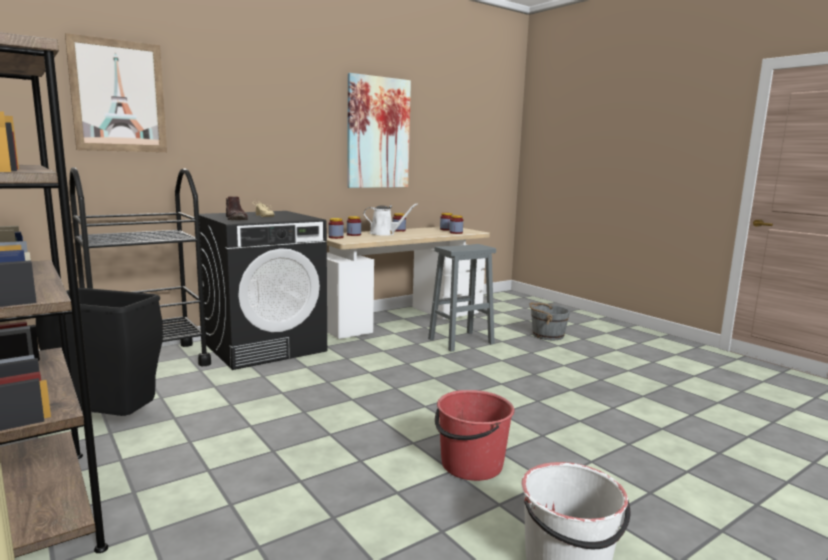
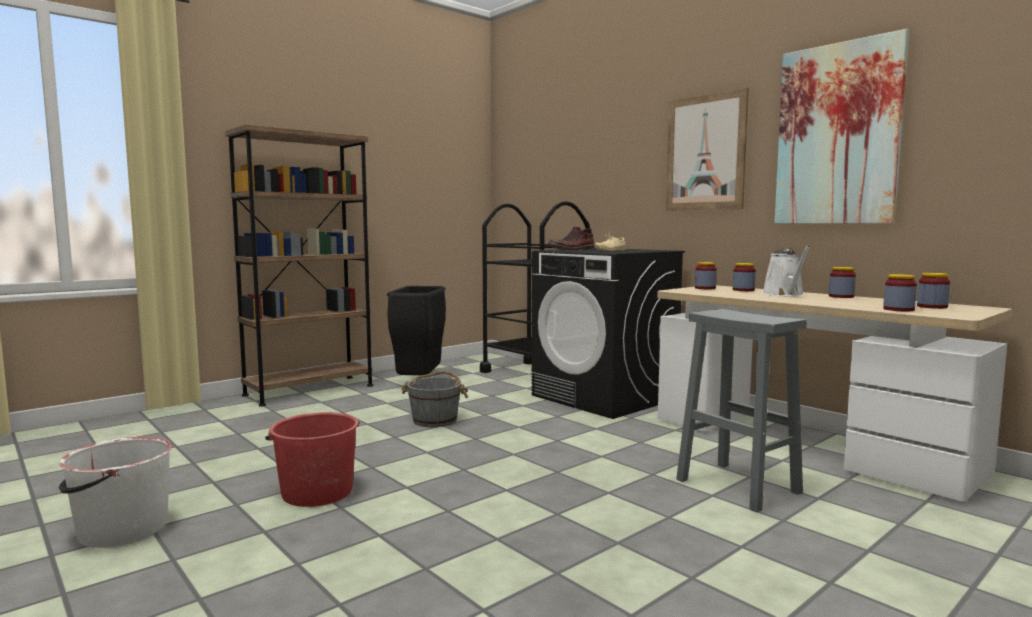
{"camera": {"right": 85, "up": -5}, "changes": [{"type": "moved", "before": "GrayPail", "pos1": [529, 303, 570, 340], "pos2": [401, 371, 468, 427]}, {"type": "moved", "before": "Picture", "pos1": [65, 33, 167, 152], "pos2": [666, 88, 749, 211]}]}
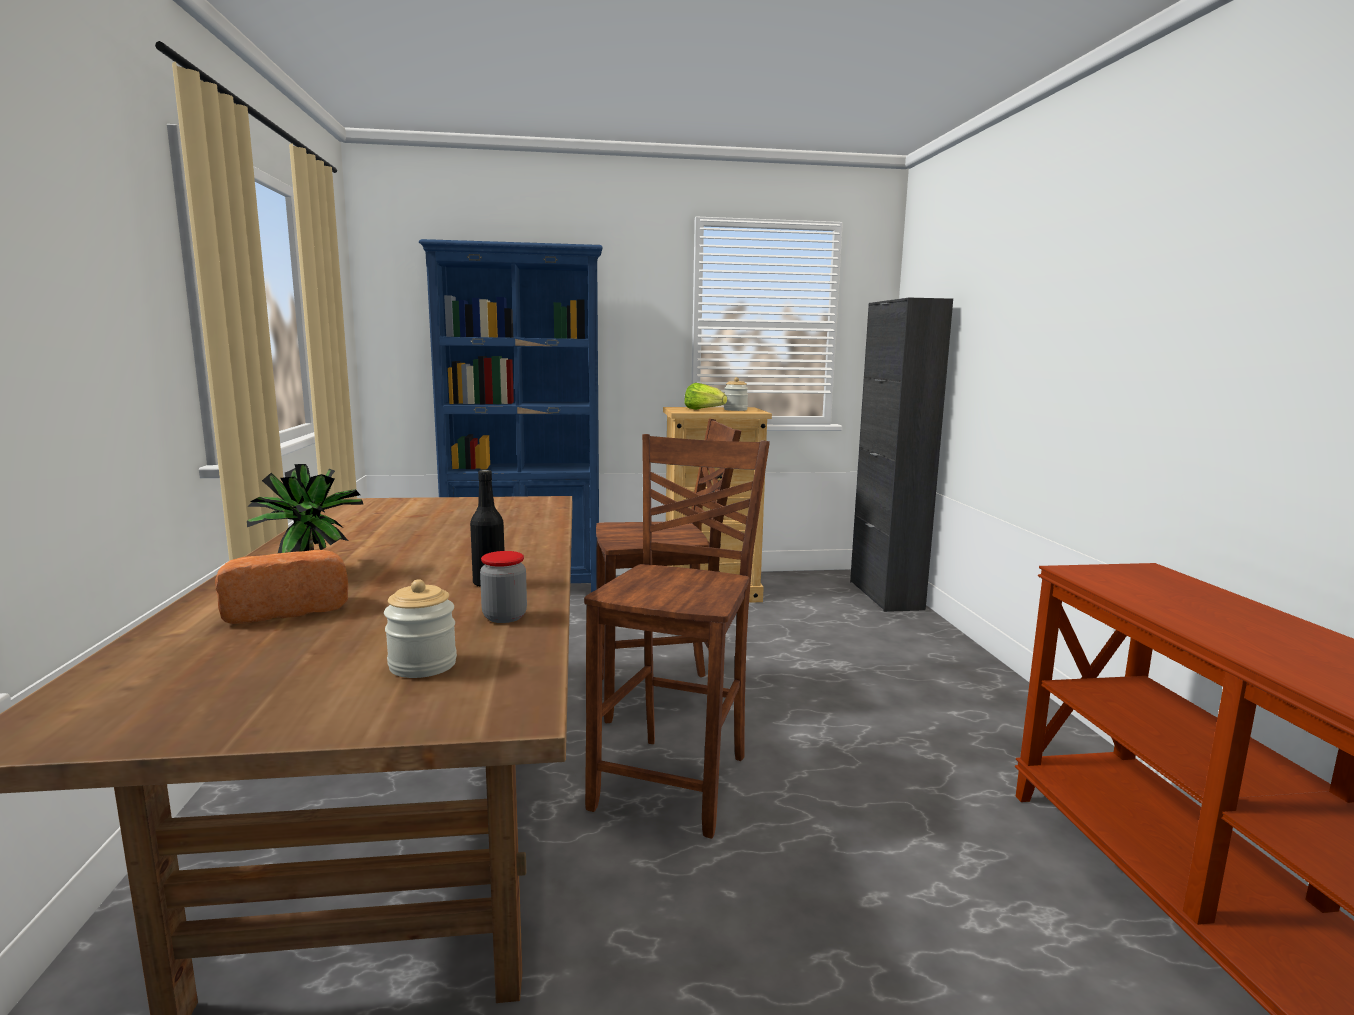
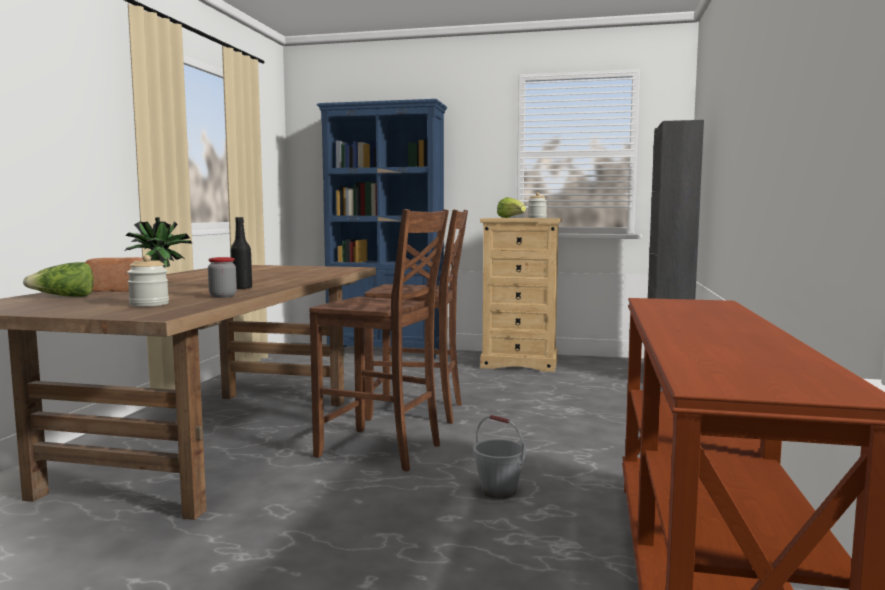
{"camera": {"right": 20, "up": -5}, "changes": [{"type": "added", "after": "HeadOfLettuce", "pos2": [23, 262, 94, 297]}, {"type": "turned", "before": "BrownishPlainChair", "pos1": [584, 434, 770, 839], "pos2": [309, 209, 449, 472], "turn": 75}, {"type": "added", "after": "GrayPail", "pos2": [473, 415, 526, 499]}]}
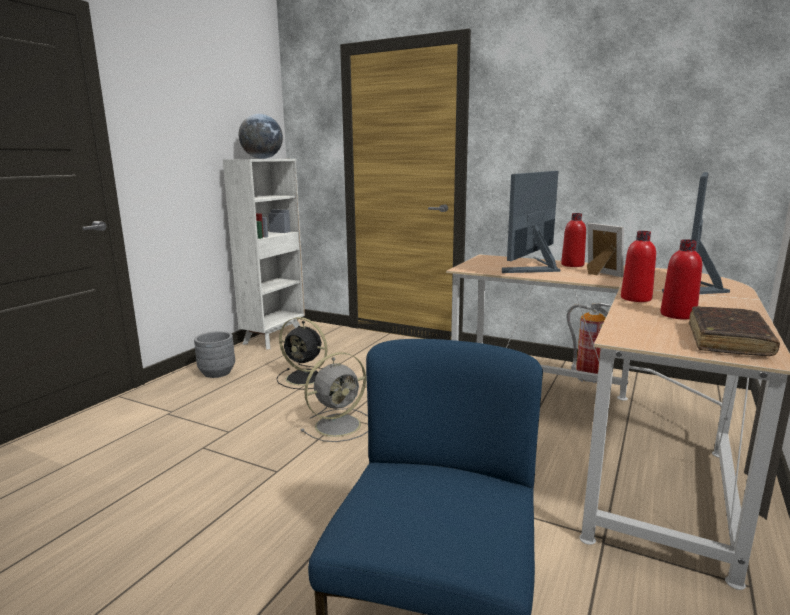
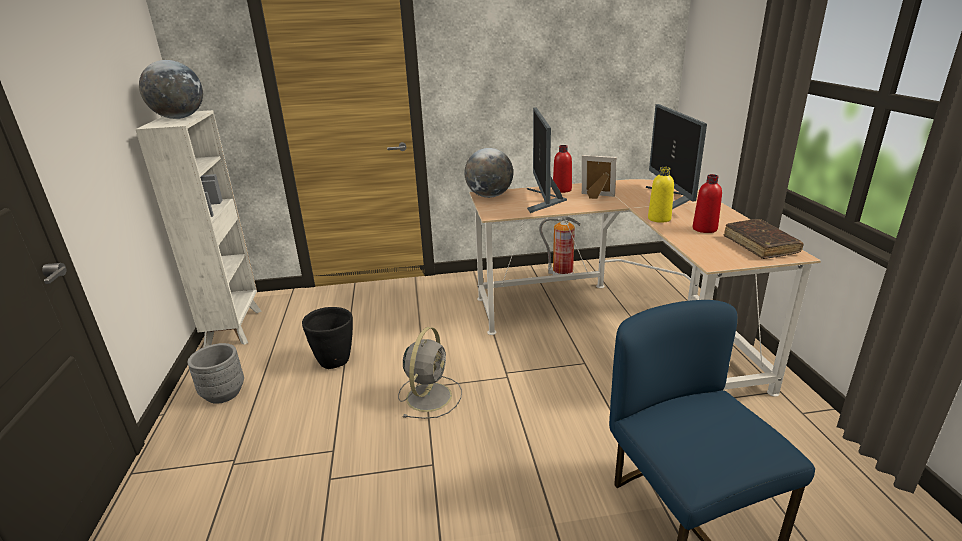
{"camera": {"right": -35, "up": 10}, "changes": [{"type": "replaced", "before": "BlackishElectricFan", "after": "BlackishPlanter", "pos1": [276, 317, 327, 390], "pos2": [302, 307, 353, 369]}, {"type": "added", "after": "WorldGlobe", "pos2": [464, 148, 513, 198]}, {"type": "recoloured", "before": "RedBottle", "after": "YellowColouredBottle", "pos1": [621, 231, 656, 302], "pos2": [648, 167, 674, 223]}]}
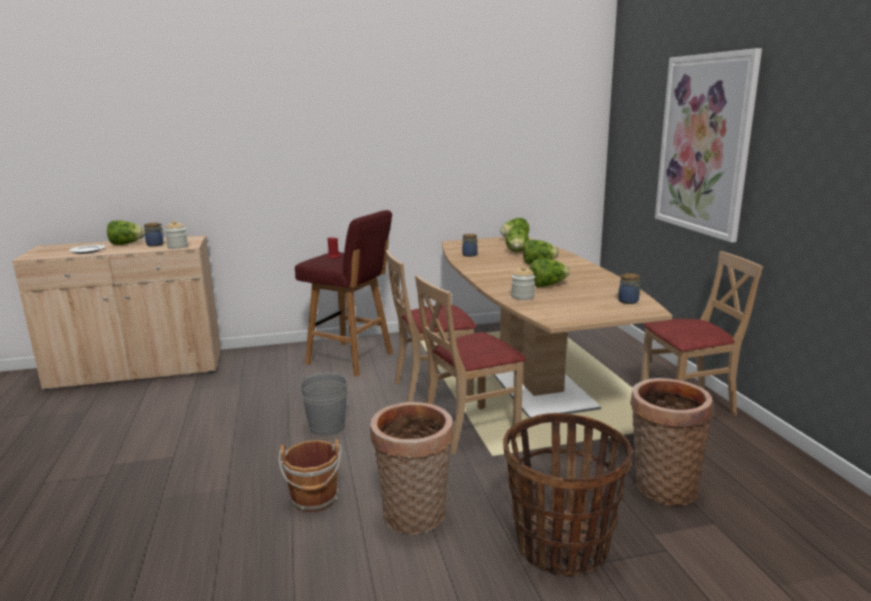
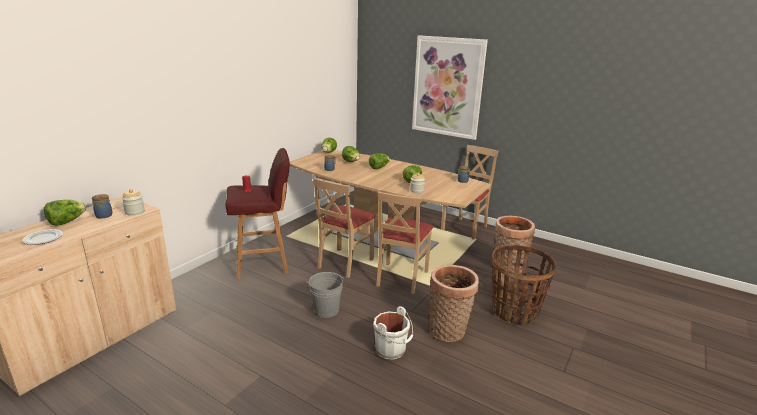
{"camera": {"right": -45, "up": 5}, "changes": [{"type": "recoloured", "before": "BrownishPail", "after": "WhiteColouredPail", "pos1": [279, 439, 342, 512], "pos2": [373, 306, 413, 359]}]}
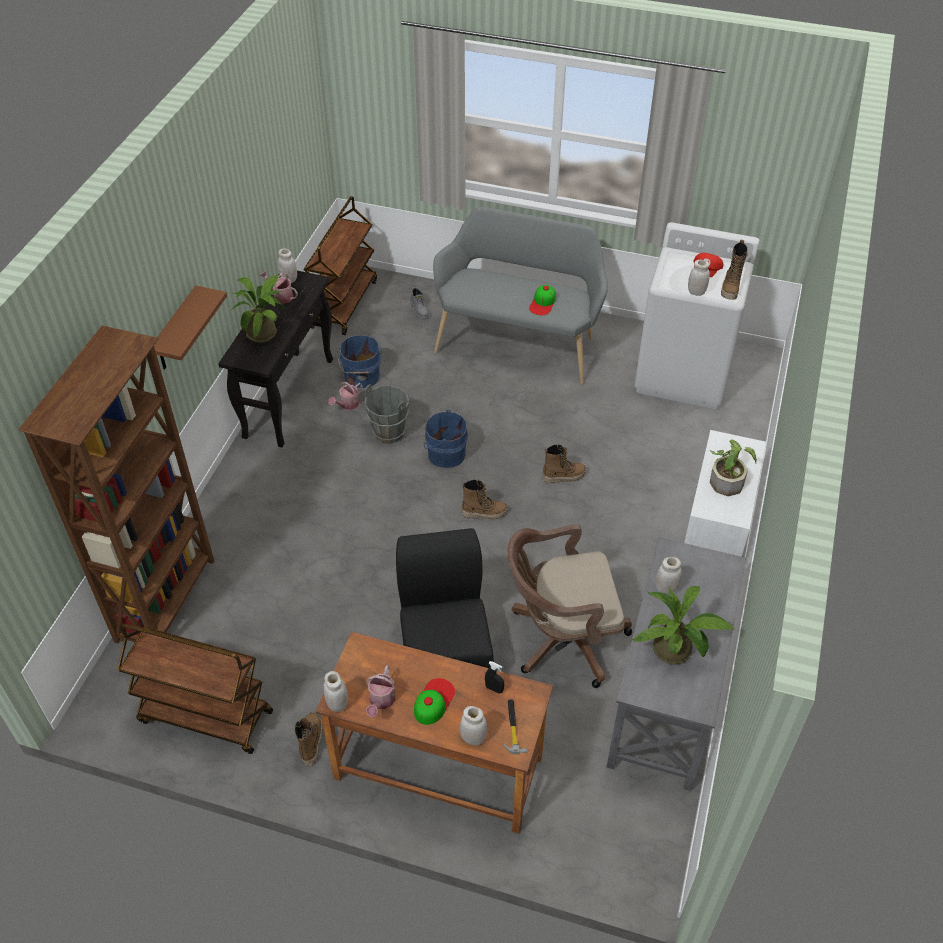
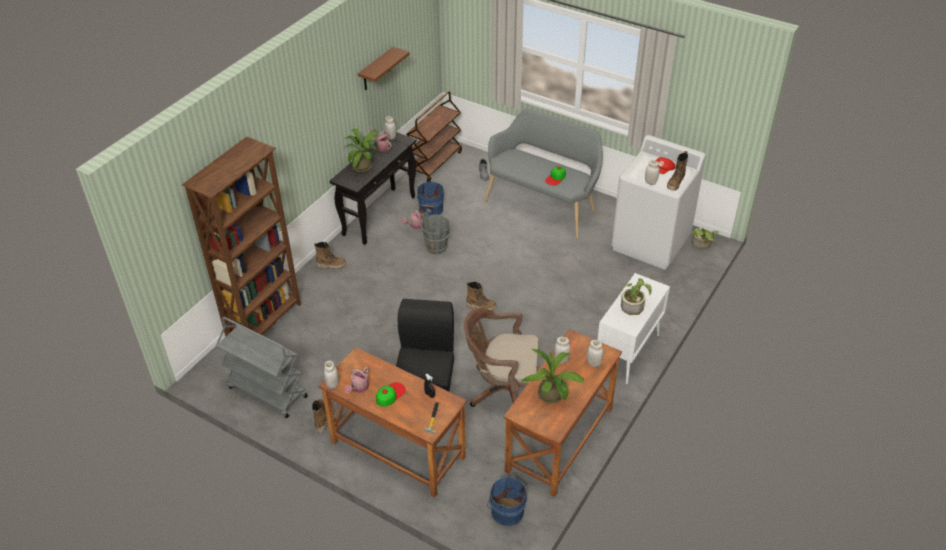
{"camera": {"right": 15, "up": -5}, "changes": [{"type": "recoloured", "before": "BrownishCart", "after": "GrayCart", "pos1": [117, 624, 273, 754], "pos2": [216, 317, 308, 418]}, {"type": "moved", "before": "TallBoot", "pos1": [543, 444, 586, 484], "pos2": [314, 242, 346, 270]}, {"type": "moved", "before": "BrownishBracketShelf", "pos1": [154, 286, 227, 369], "pos2": [358, 47, 410, 90]}, {"type": "moved", "before": "BlueColouredPail", "pos1": [424, 409, 468, 468], "pos2": [487, 476, 527, 526]}, {"type": "recoloured", "before": "GrayDeskTable", "after": "BrownishDeskTable", "pos1": [606, 537, 746, 791], "pos2": [503, 329, 622, 497]}, {"type": "moved", "before": "WhiteColouredJar", "pos1": [460, 706, 487, 745], "pos2": [587, 340, 603, 367]}, {"type": "added", "after": "Houseplant", "pos2": [691, 228, 719, 250]}]}
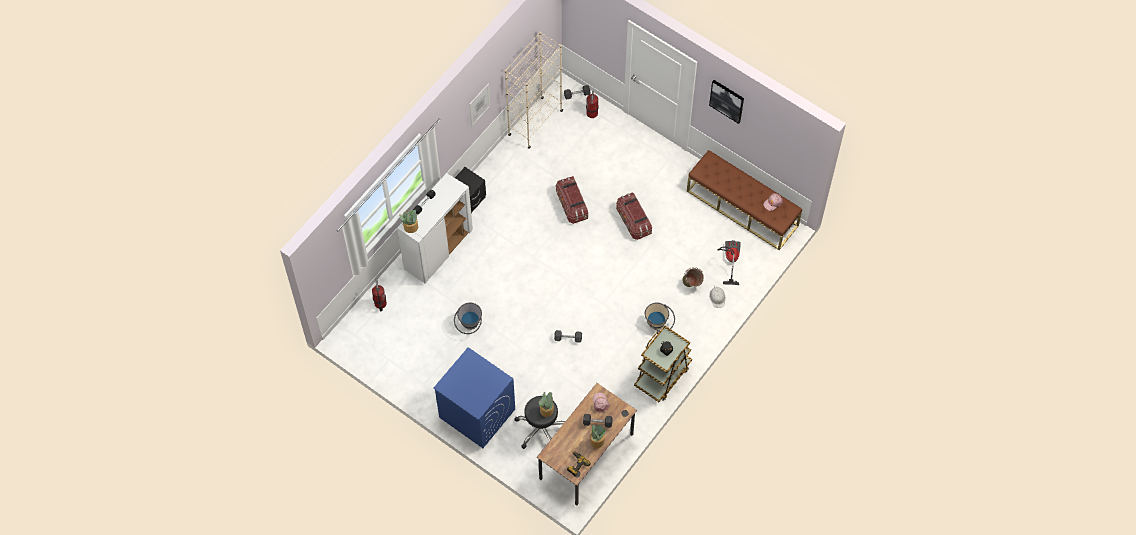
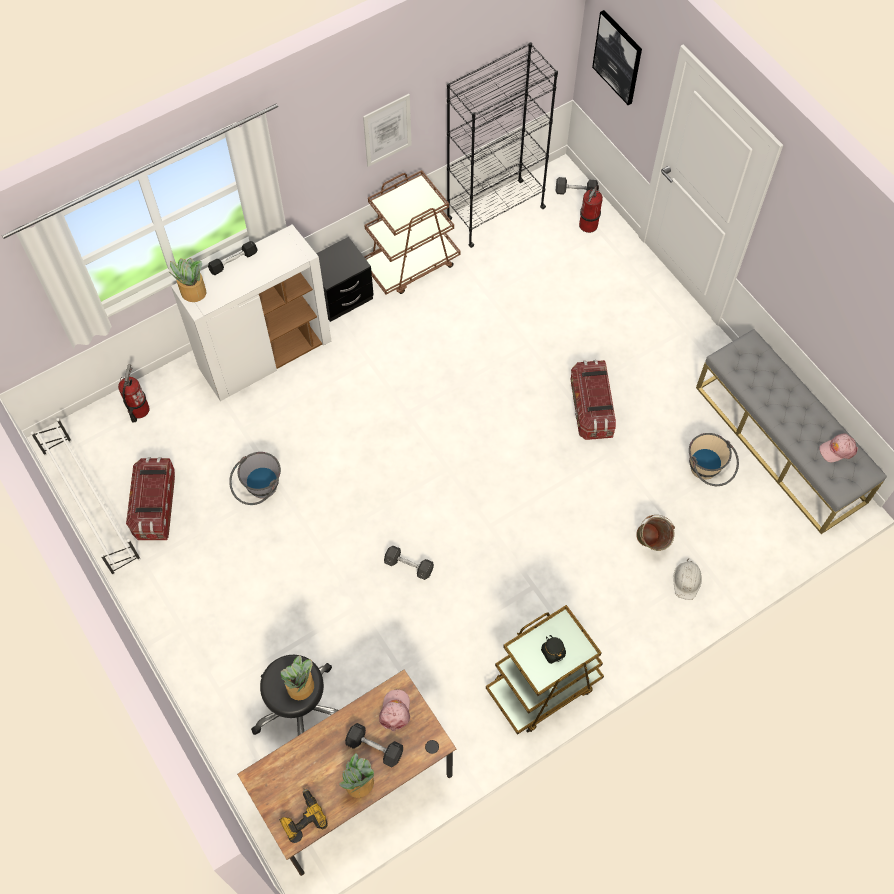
{"camera": {"right": 20, "up": 0}, "changes": [{"type": "added", "after": "WhiteColouredShoeShelf", "pos2": [31, 418, 141, 575]}, {"type": "moved", "before": "StorageBox", "pos1": [556, 176, 588, 224], "pos2": [126, 457, 175, 540]}, {"type": "added", "after": "BrownishCart", "pos2": [364, 170, 461, 295]}, {"type": "recoloured", "before": "SandColouredBookshelf", "after": "BlackishBookshelf", "pos1": [505, 32, 563, 149], "pos2": [447, 42, 558, 248]}, {"type": "moved", "before": "Picture", "pos1": [709, 80, 744, 124], "pos2": [592, 10, 642, 105]}, {"type": "moved", "before": "SandColouredPail", "pos1": [645, 303, 675, 332], "pos2": [689, 433, 739, 486]}, {"type": "recoloured", "before": "BrownishLongSeat", "after": "GrayLongSeat", "pos1": [687, 150, 802, 250], "pos2": [696, 329, 887, 534]}, {"type": "removed", "before": "BlueColouredWashingMachine", "pos1": [434, 347, 515, 448]}, {"type": "removed", "before": "Hoover", "pos1": [717, 240, 741, 285]}]}
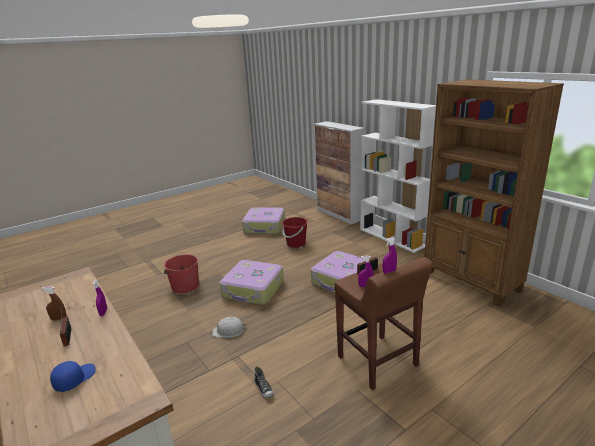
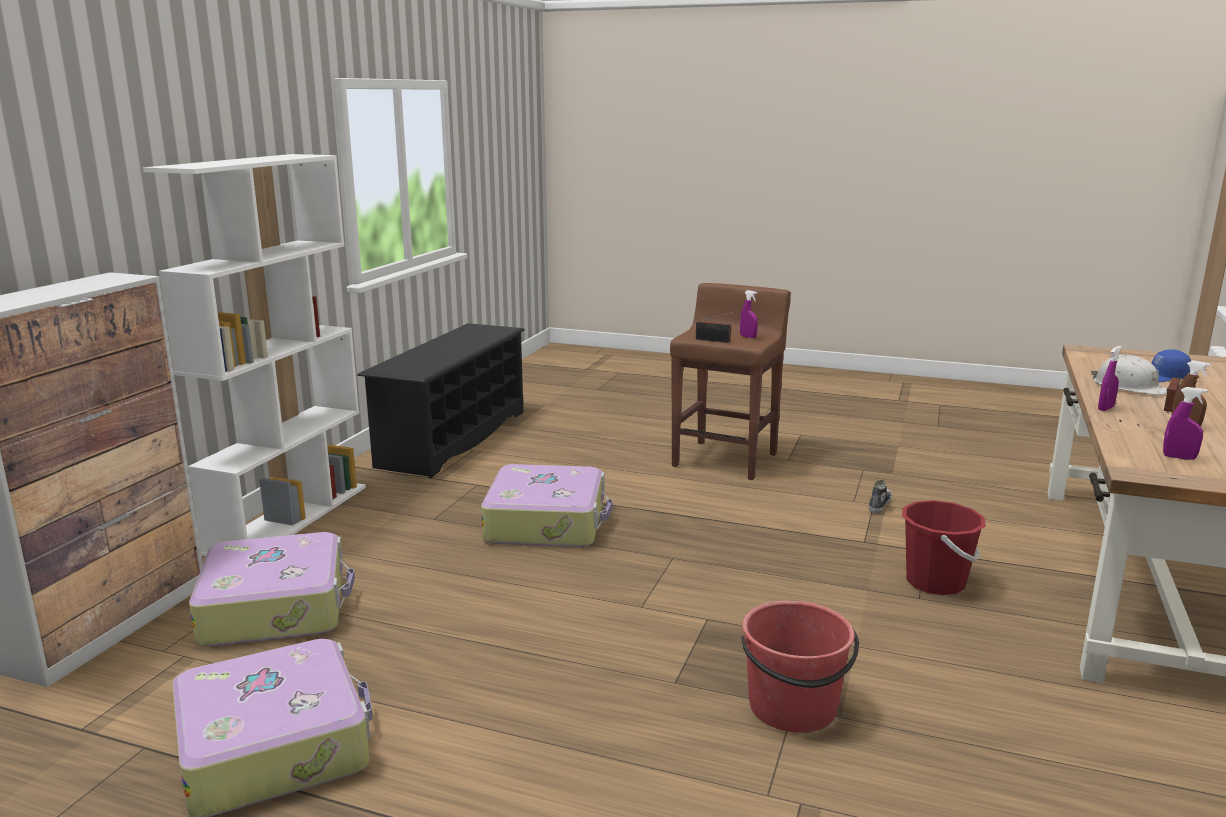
{"camera": {"right": -125, "up": -5}, "changes": [{"type": "moved", "before": "Suitcase", "pos1": [219, 260, 284, 305], "pos2": [189, 532, 355, 647]}, {"type": "replaced", "before": "BrownishBookshelf", "after": "BlackishShoeShelf", "pos1": [424, 79, 564, 307], "pos2": [357, 323, 525, 478]}, {"type": "moved", "before": "RedPail", "pos1": [282, 217, 308, 248], "pos2": [902, 500, 986, 595]}, {"type": "moved", "before": "WhiteColouredWorkHelmet", "pos1": [212, 317, 246, 338], "pos2": [1091, 355, 1167, 395]}, {"type": "moved", "before": "PurpleSprayBottle", "pos1": [383, 237, 397, 274], "pos2": [1163, 387, 1207, 460]}]}
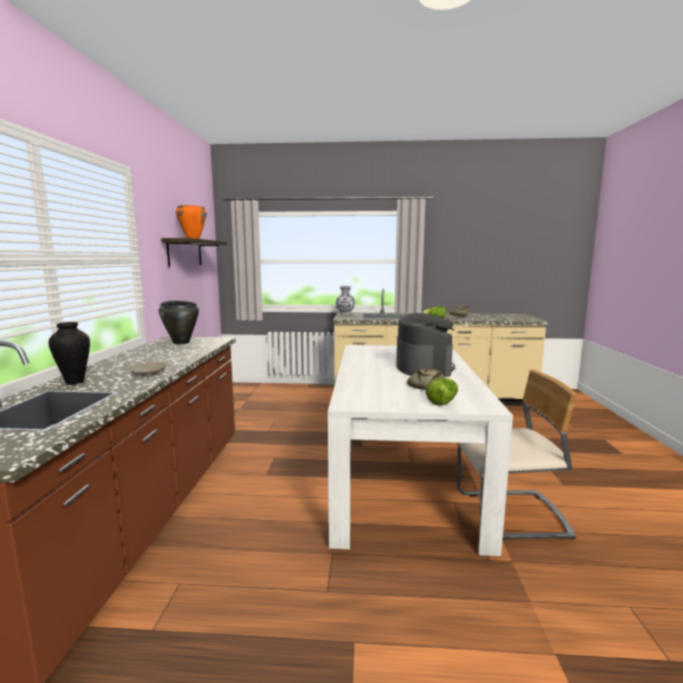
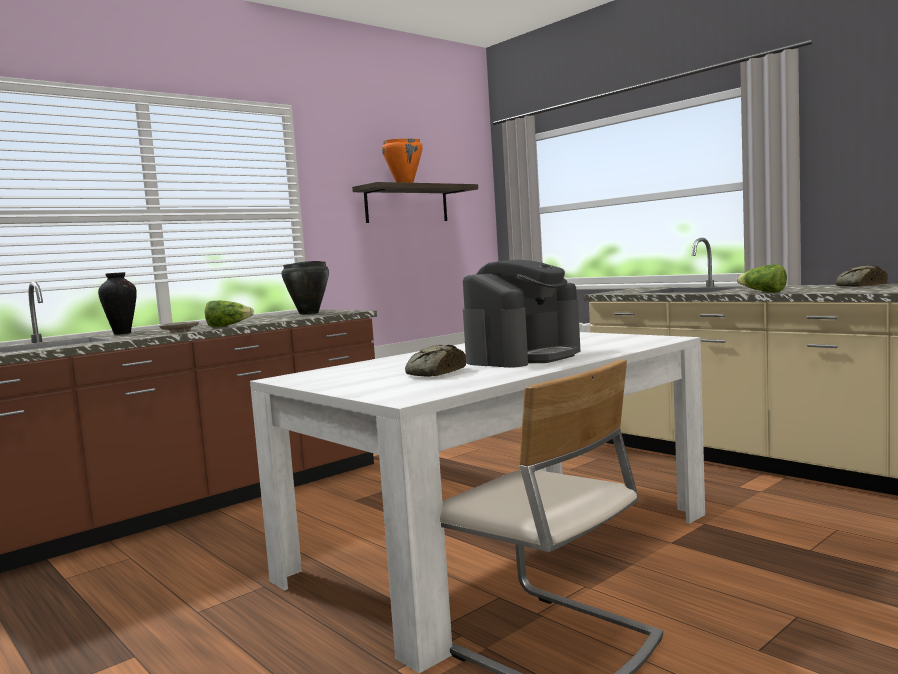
{"camera": {"right": 45, "up": -5}, "changes": [{"type": "moved", "before": "HeadOfLettuce", "pos1": [426, 378, 458, 406], "pos2": [205, 301, 254, 327]}, {"type": "removed", "before": "Vase", "pos1": [336, 286, 355, 314]}]}
